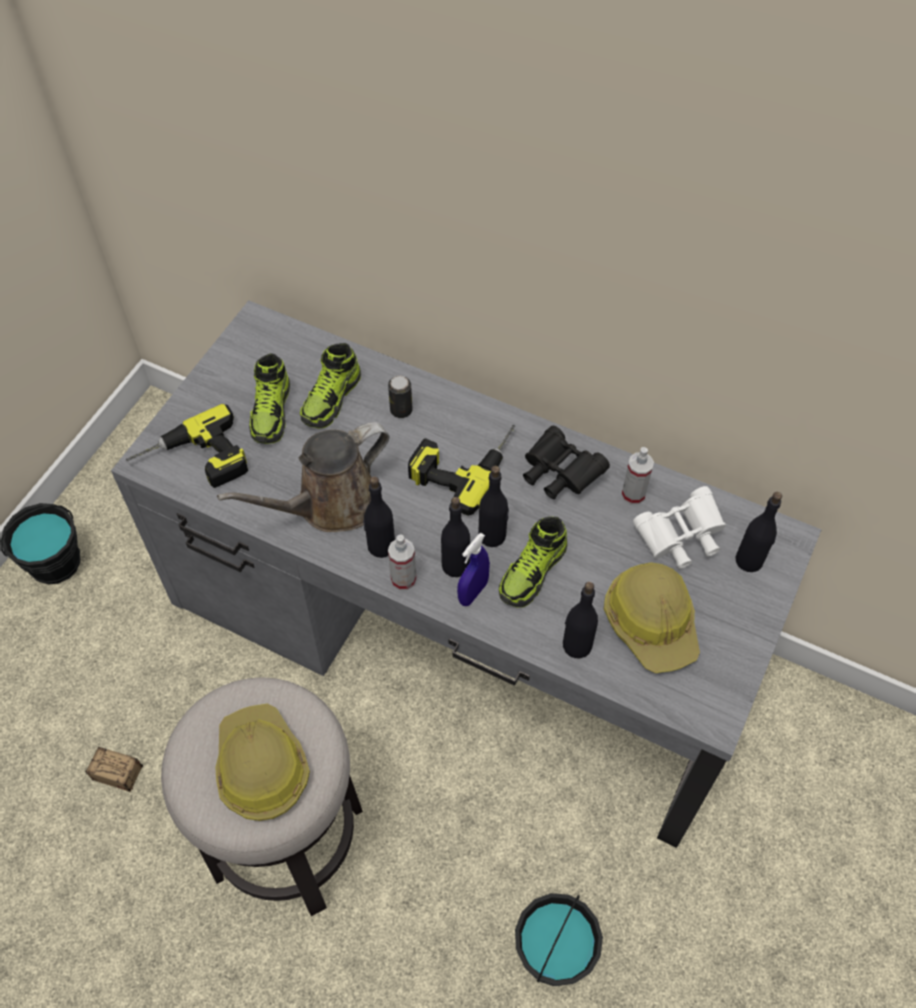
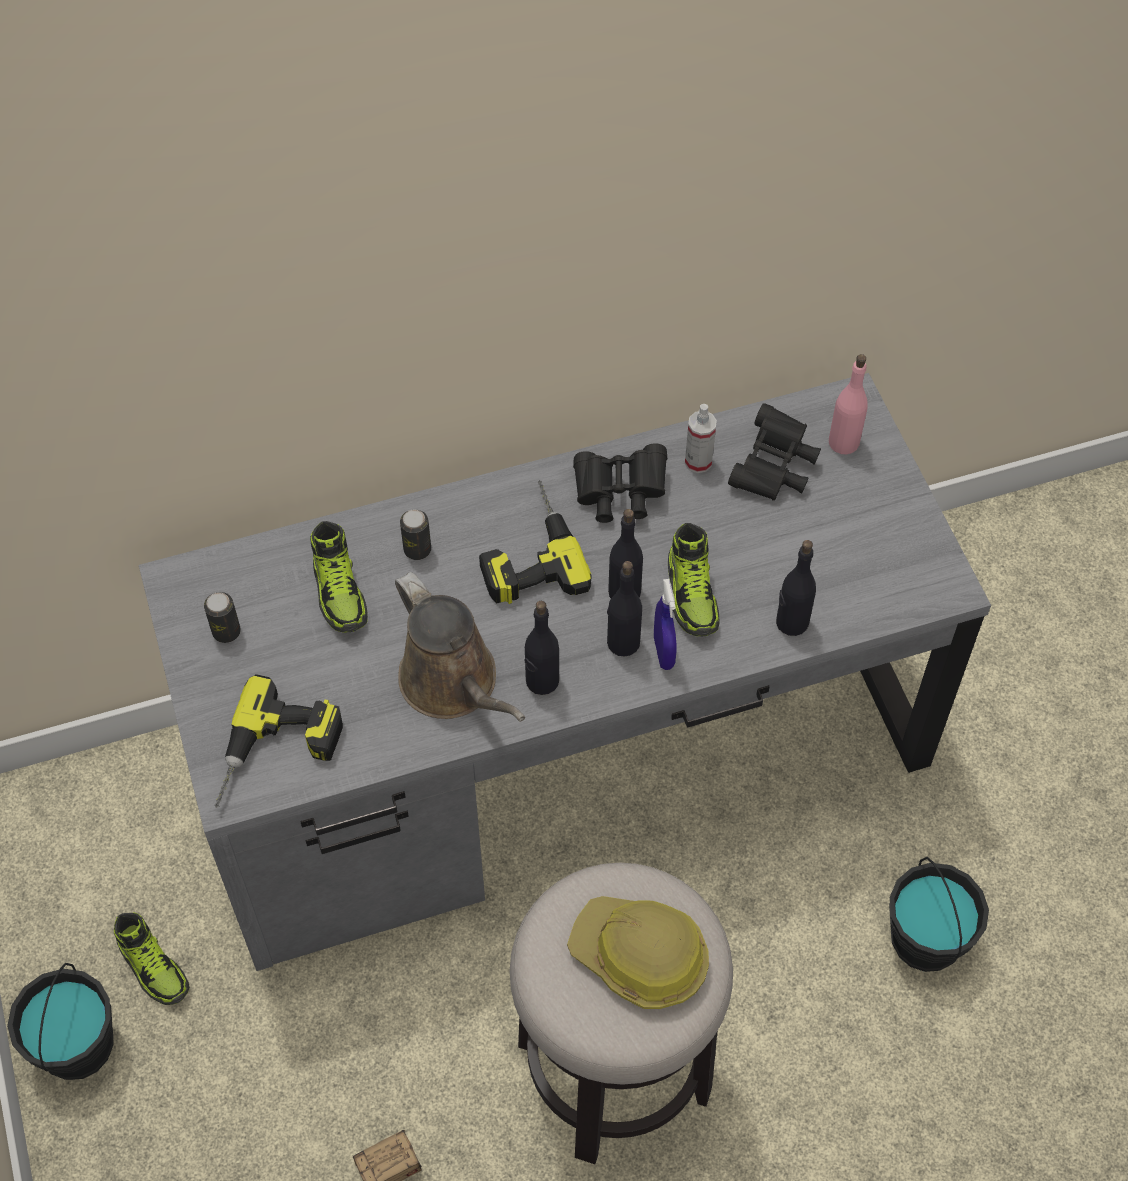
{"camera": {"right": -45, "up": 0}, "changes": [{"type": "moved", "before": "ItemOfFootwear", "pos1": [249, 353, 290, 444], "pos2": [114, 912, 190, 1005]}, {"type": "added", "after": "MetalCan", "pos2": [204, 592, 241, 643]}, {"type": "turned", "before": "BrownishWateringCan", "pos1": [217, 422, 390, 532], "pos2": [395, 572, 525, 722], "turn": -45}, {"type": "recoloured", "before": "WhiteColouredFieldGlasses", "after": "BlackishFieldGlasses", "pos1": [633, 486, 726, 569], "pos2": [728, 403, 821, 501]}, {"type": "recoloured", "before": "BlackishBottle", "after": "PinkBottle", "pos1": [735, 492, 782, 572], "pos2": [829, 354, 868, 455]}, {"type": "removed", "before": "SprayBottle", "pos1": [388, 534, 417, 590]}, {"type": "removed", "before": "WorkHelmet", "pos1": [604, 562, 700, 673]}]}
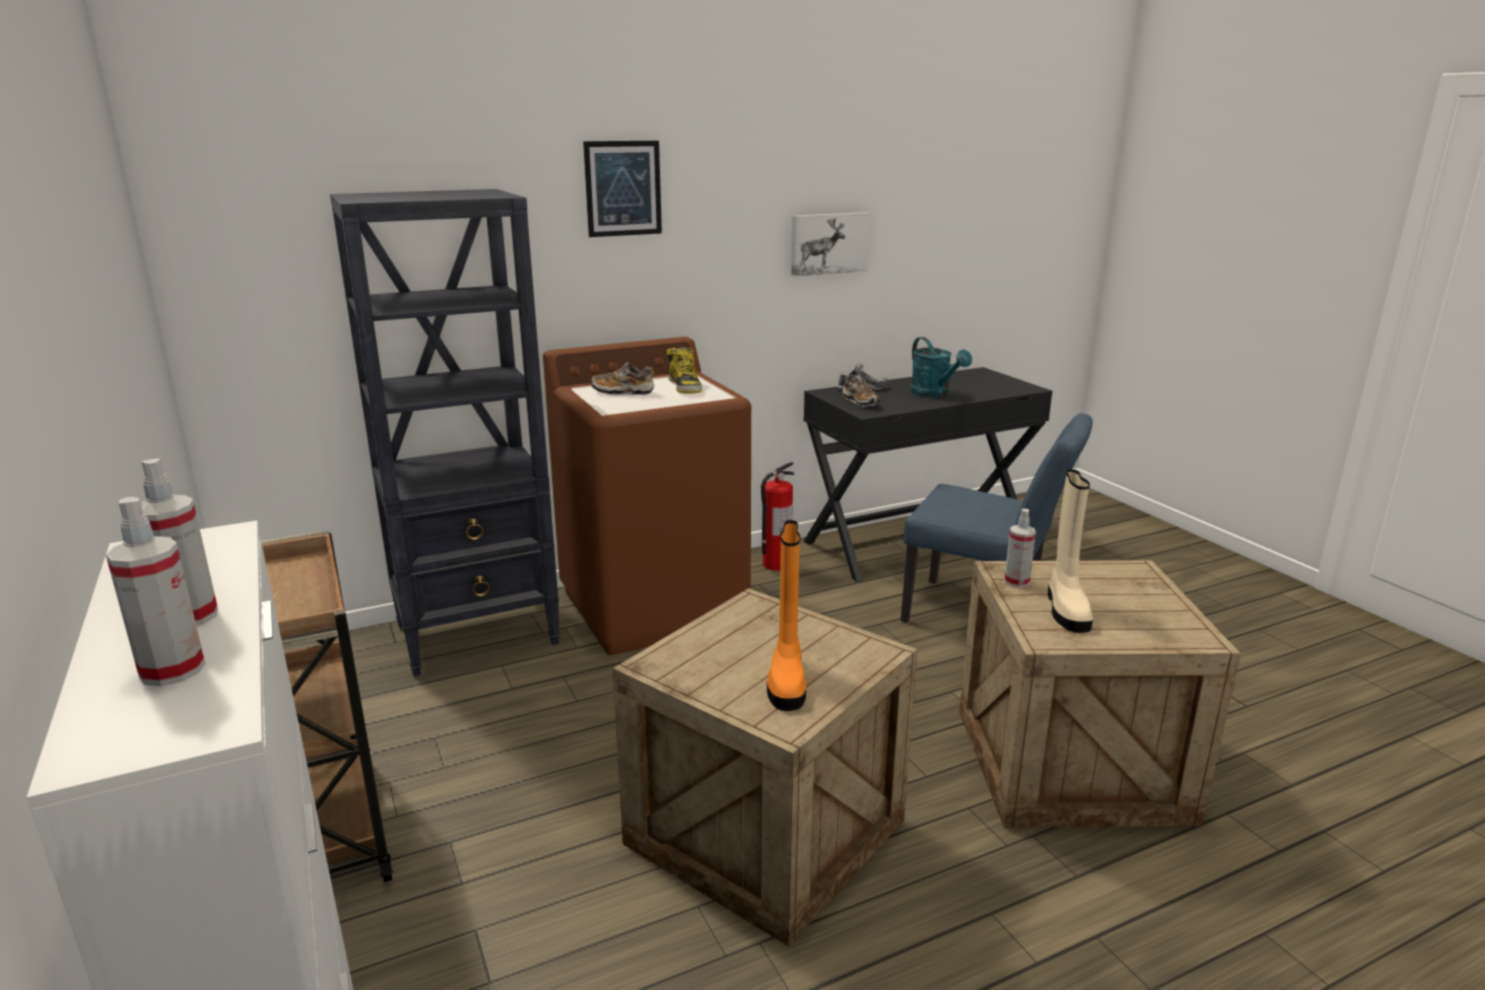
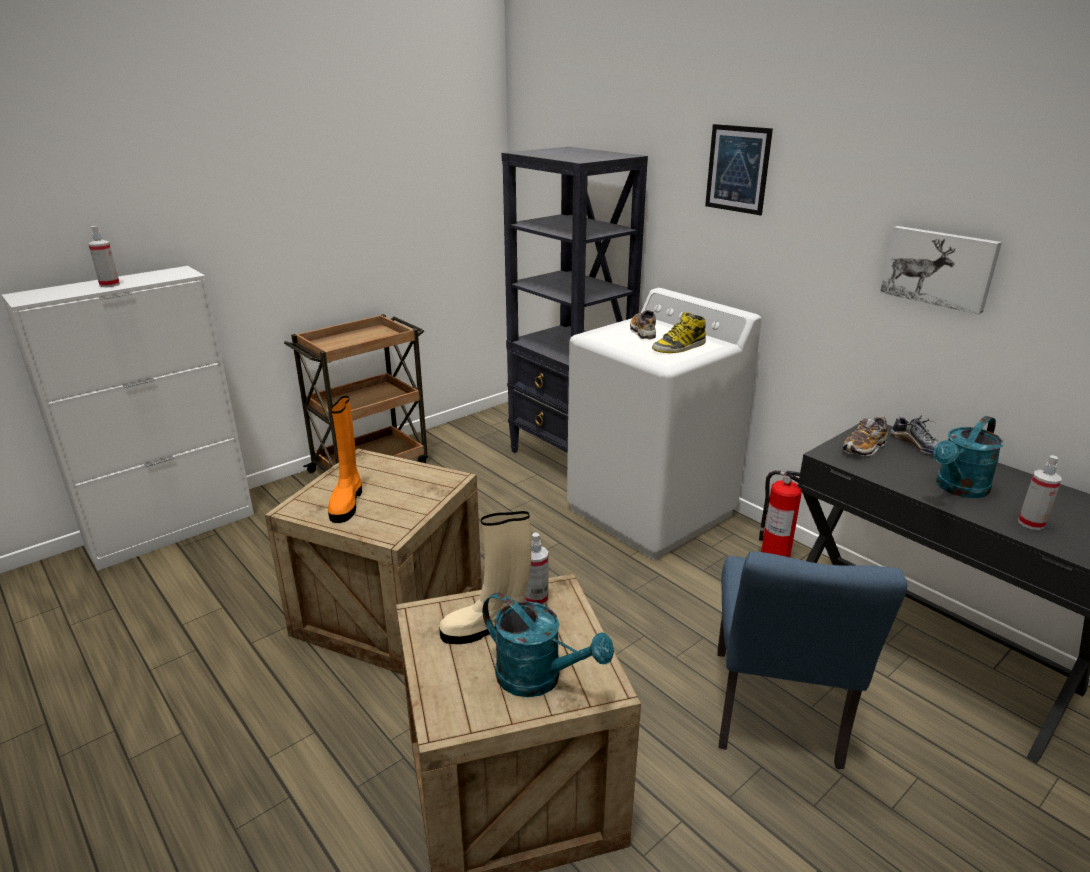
{"camera": {"right": 75, "up": 5}, "changes": [{"type": "turned", "before": "OrangeyTallBoot", "pos1": [767, 520, 806, 711], "pos2": [328, 396, 362, 523], "turn": -75}, {"type": "added", "after": "TurquoiseWateringCan", "pos2": [483, 593, 614, 697]}, {"type": "recoloured", "before": "BrownishWashingMachine", "after": "WhiteColouredWashingMachine", "pos1": [543, 337, 751, 655], "pos2": [567, 288, 762, 559]}, {"type": "moved", "before": "SprayBottle", "pos1": [106, 497, 205, 686], "pos2": [1018, 455, 1062, 530]}]}
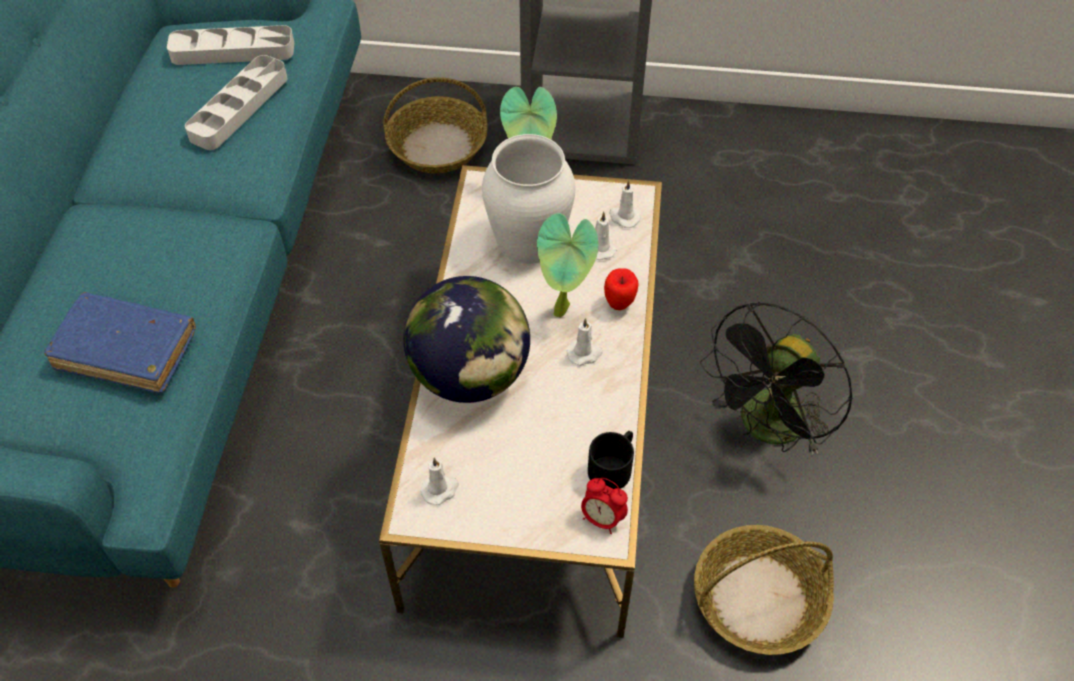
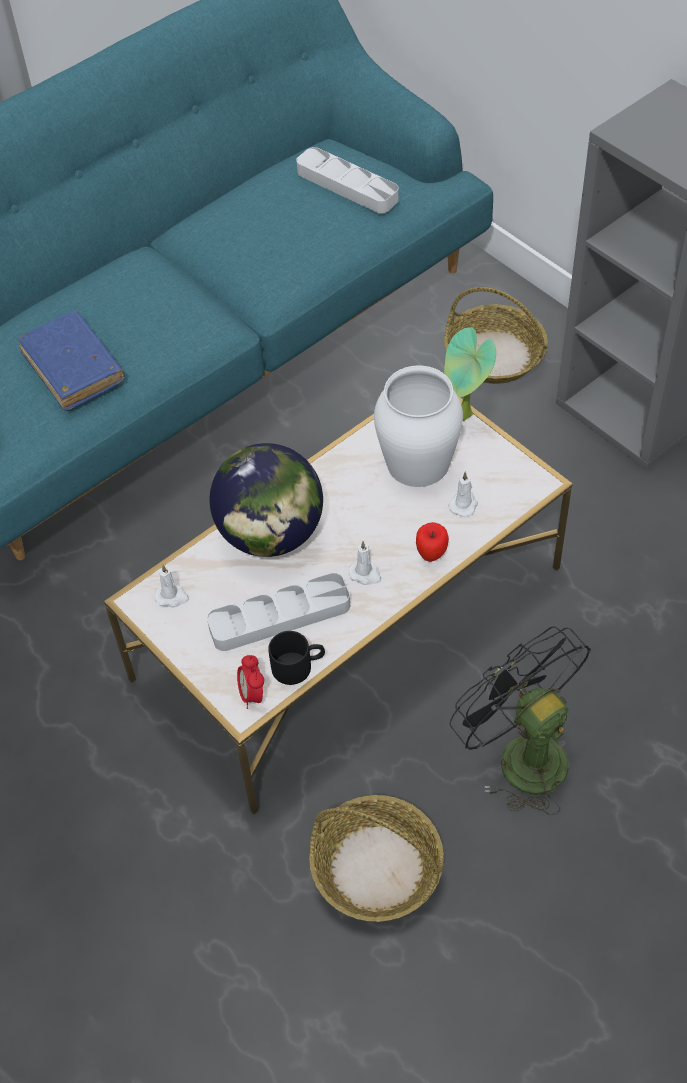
{"camera": {"right": 45, "up": 0}, "changes": [{"type": "moved", "before": "GrayCarryingTray", "pos1": [185, 55, 287, 150], "pos2": [207, 573, 350, 651]}, {"type": "turned", "before": "BlackishElectricFan", "pos1": [700, 302, 853, 455], "pos2": [449, 626, 591, 815], "turn": 60}, {"type": "removed", "before": "Houseplant", "pos1": [537, 213, 598, 317]}, {"type": "removed", "before": "WhiteColouredWaxLight", "pos1": [609, 180, 640, 228]}]}
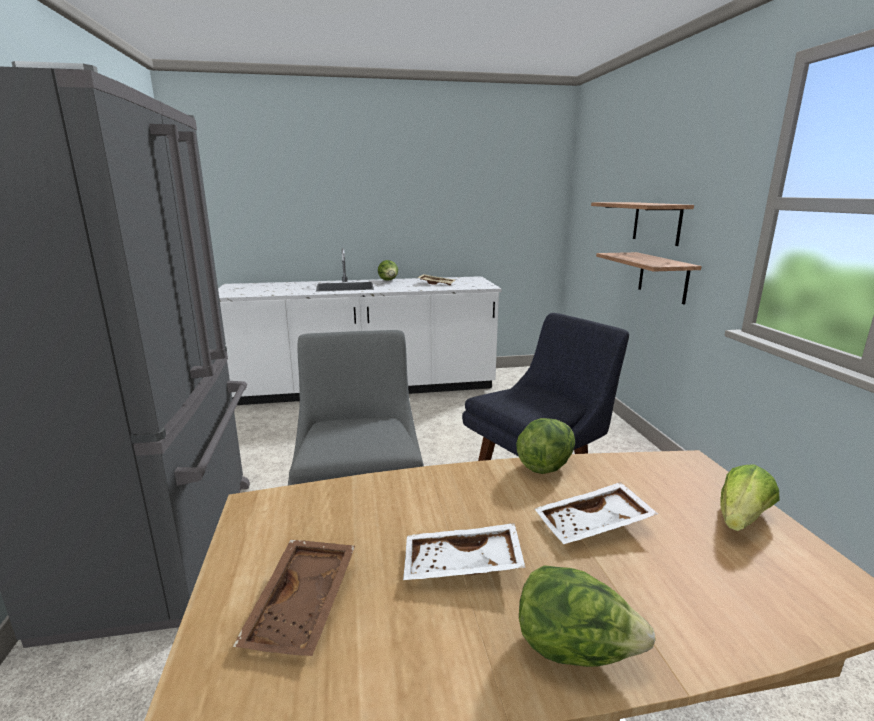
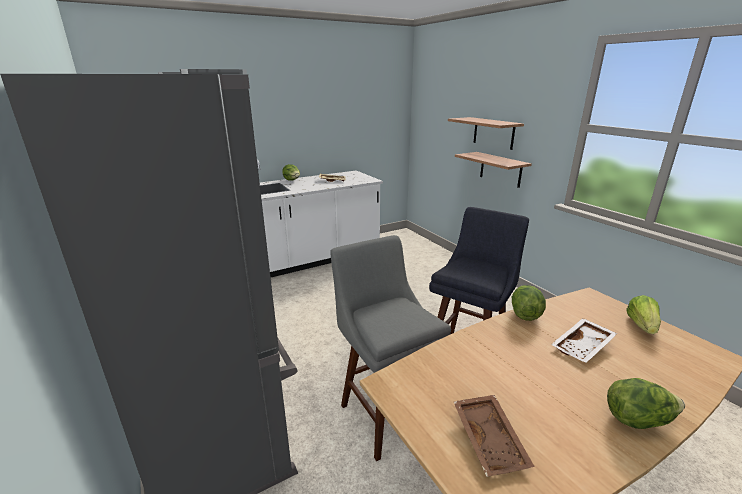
{"camera": {"right": -20, "up": 5}, "changes": [{"type": "removed", "before": "WhiteColouredCarryingTray", "pos1": [403, 523, 525, 580]}]}
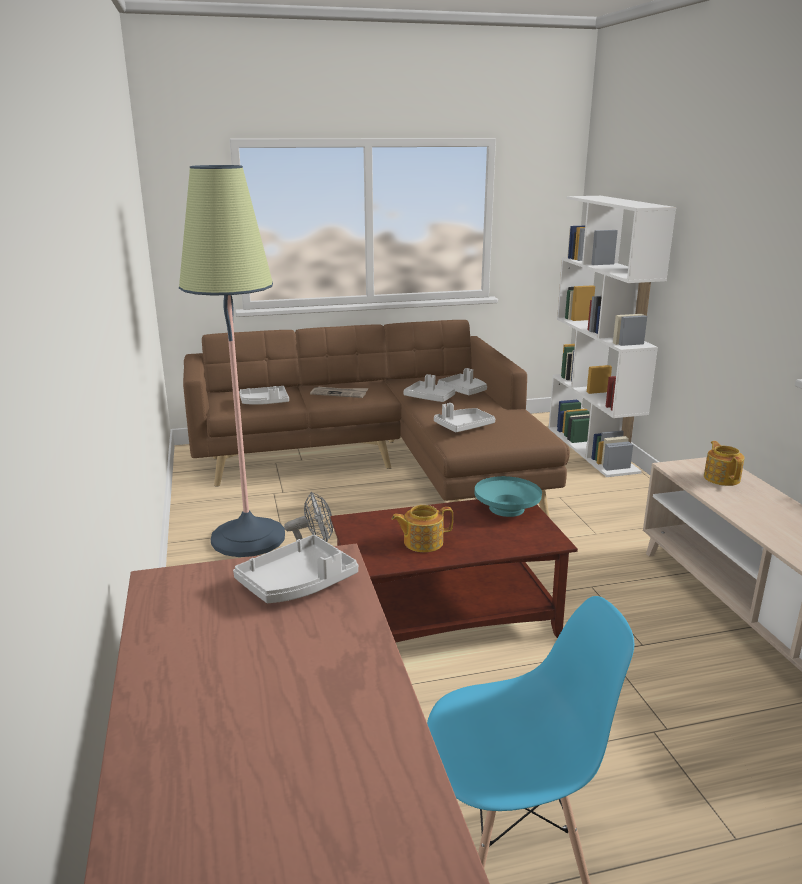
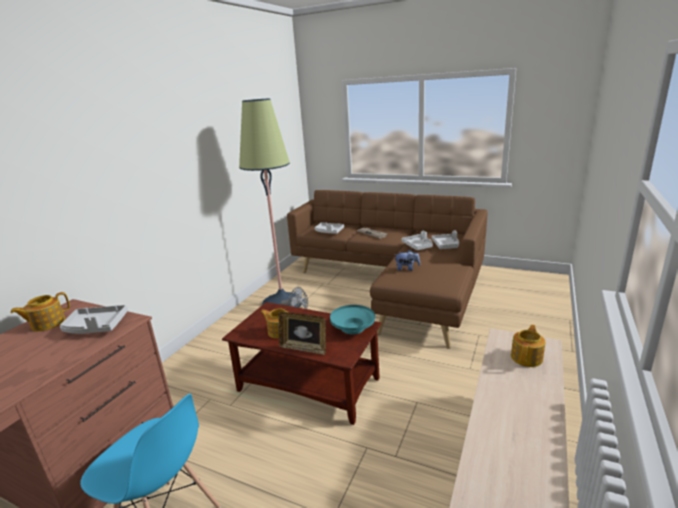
{"camera": {"right": 40, "up": 0}, "changes": [{"type": "added", "after": "PotForTea", "pos2": [11, 292, 70, 331]}, {"type": "added", "after": "PictureFrame", "pos2": [278, 312, 326, 355]}, {"type": "replaced", "before": "GrayCarryingTray", "after": "PlushToy", "pos1": [434, 403, 495, 432], "pos2": [394, 250, 420, 271]}, {"type": "removed", "before": "WhiteColouredBookshelf", "pos1": [548, 196, 676, 477]}]}
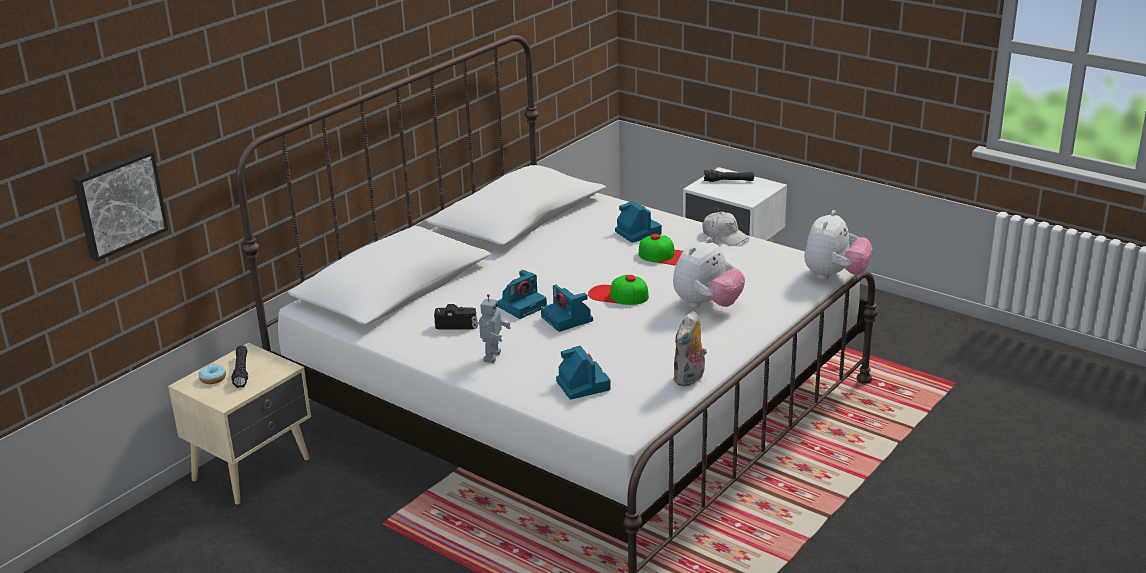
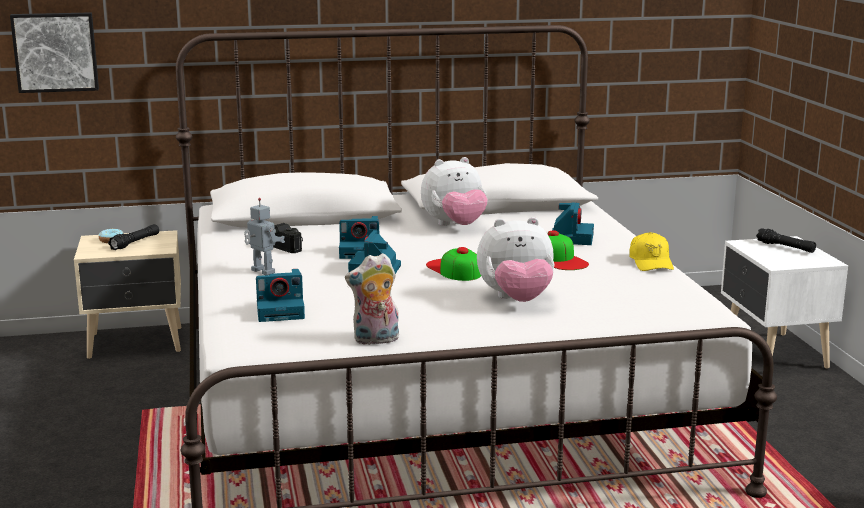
{"camera": {"right": 40, "up": -10}, "changes": [{"type": "turned", "before": "RobotFigure", "pos1": [472, 294, 511, 363], "pos2": [244, 198, 285, 275], "turn": -105}, {"type": "turned", "before": "PhotoCamera", "pos1": [556, 346, 611, 400], "pos2": [256, 269, 305, 322], "turn": 60}, {"type": "moved", "before": "PlushToy", "pos1": [804, 210, 872, 280], "pos2": [421, 157, 488, 226]}, {"type": "recoloured", "before": "WhiteColouredPeakedCap", "after": "YellowColouredPeakedCap", "pos1": [702, 212, 749, 246], "pos2": [629, 232, 674, 271]}]}
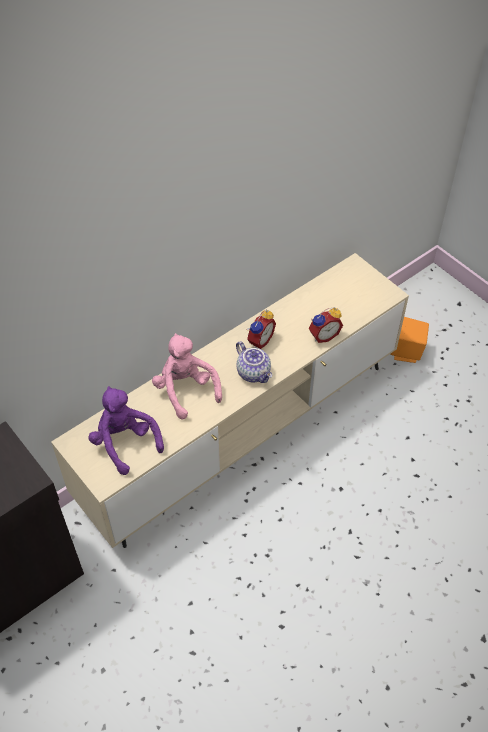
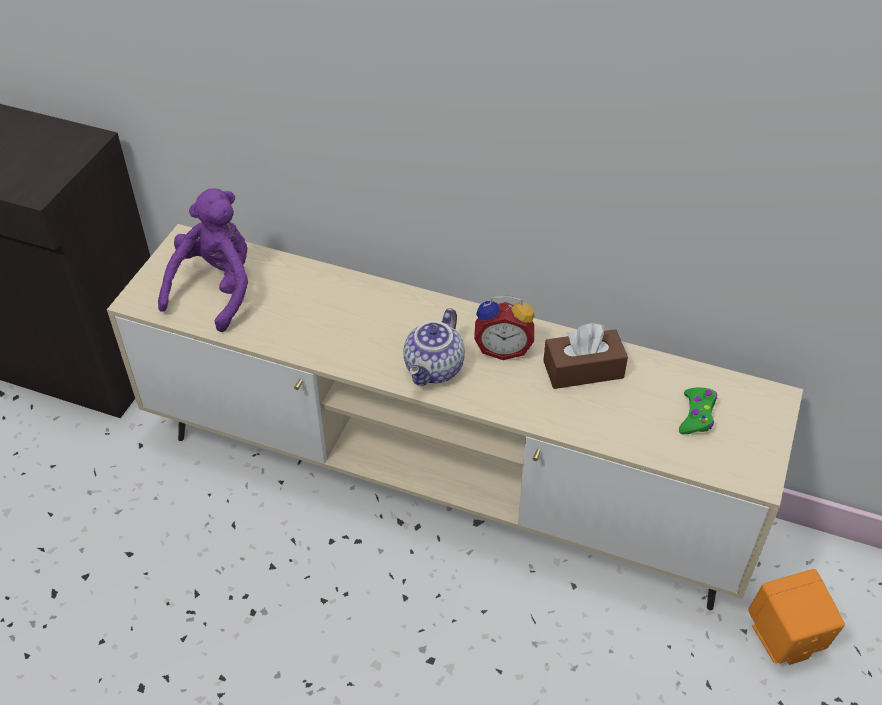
{"camera": {"right": 60, "up": -5}, "changes": [{"type": "added", "after": "BrownishTissueBox", "pos2": [543, 323, 628, 389]}, {"type": "added", "after": "GreenGameController", "pos2": [679, 388, 717, 434]}, {"type": "removed", "before": "PinkPlushToy", "pos1": [152, 333, 222, 419]}, {"type": "removed", "before": "TableClock", "pos1": [309, 307, 343, 343]}]}
